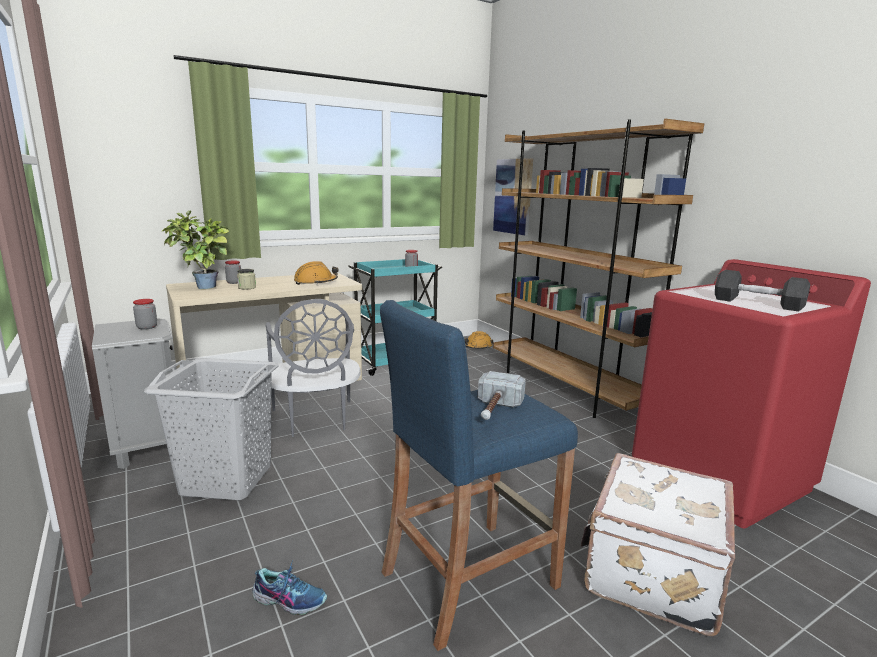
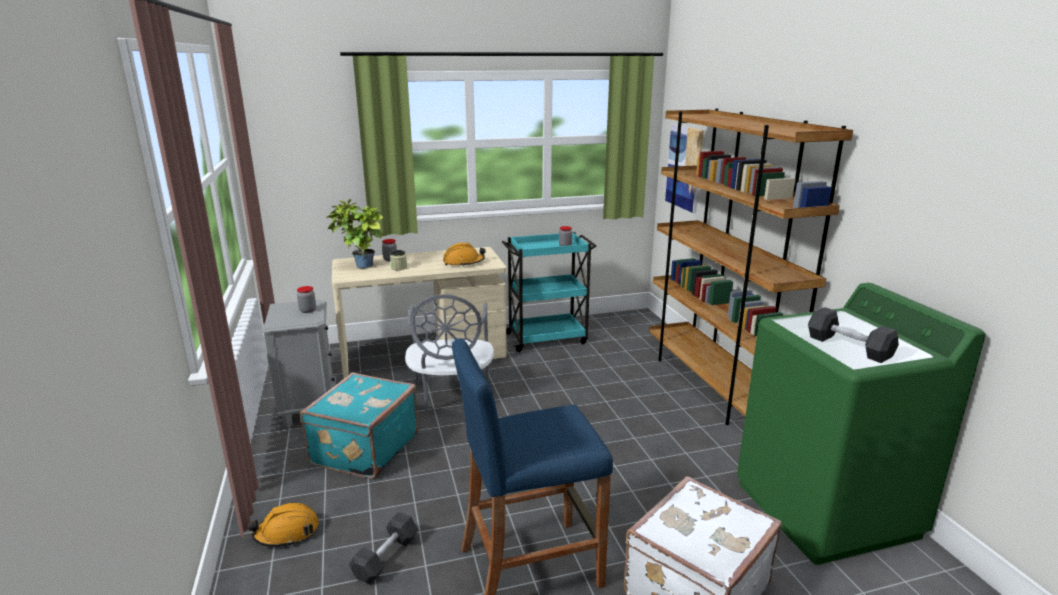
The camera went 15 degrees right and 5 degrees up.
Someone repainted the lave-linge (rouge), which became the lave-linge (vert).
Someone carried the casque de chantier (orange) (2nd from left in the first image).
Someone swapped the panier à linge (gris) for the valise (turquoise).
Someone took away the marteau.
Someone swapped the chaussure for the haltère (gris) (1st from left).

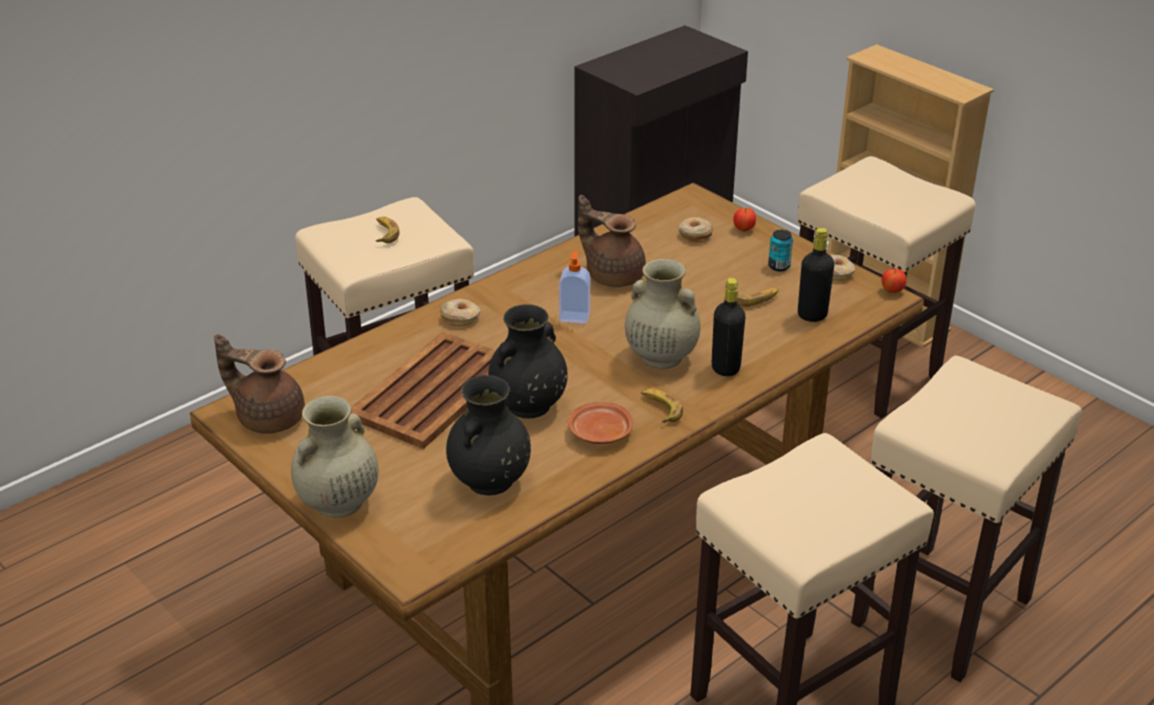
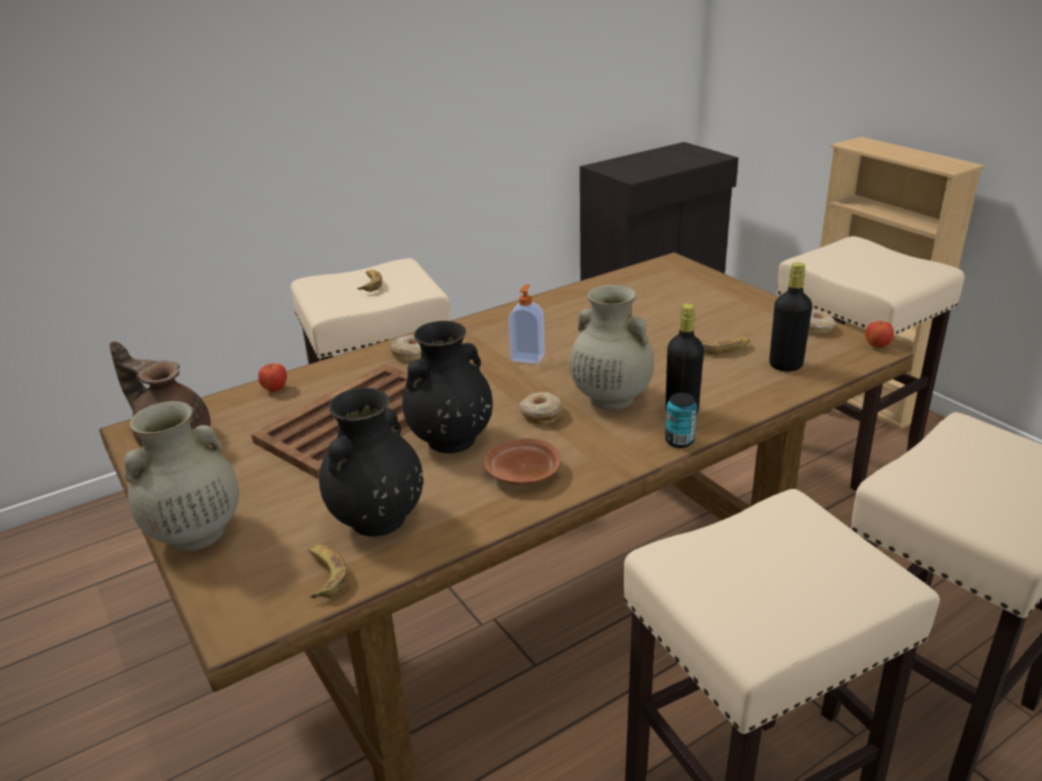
The camera went 10 degrees right and 5 degrees down.
Someone took away the théière (marron) (2nd from left).
Someone carried the pomme (1st from left).
Someone carried the beignet (2nd from left).
Someone carried the boîte métallique.
Someone carried the banane (2nd from left in the first image).

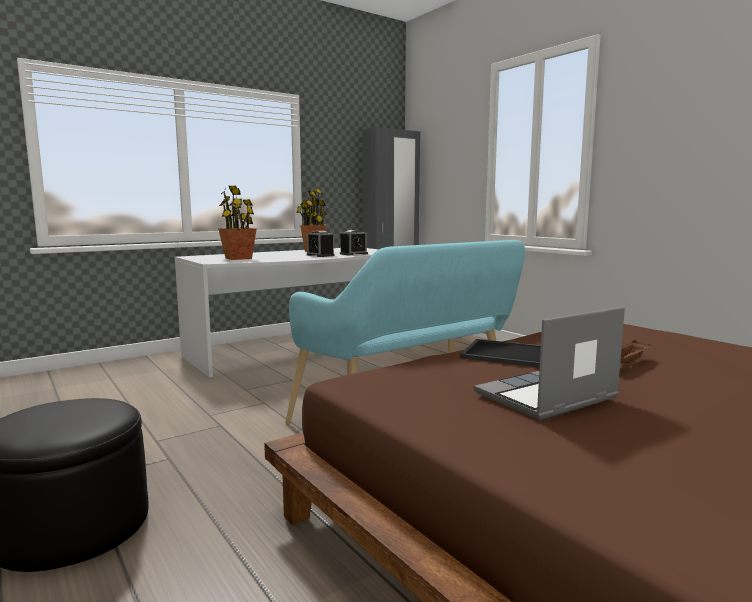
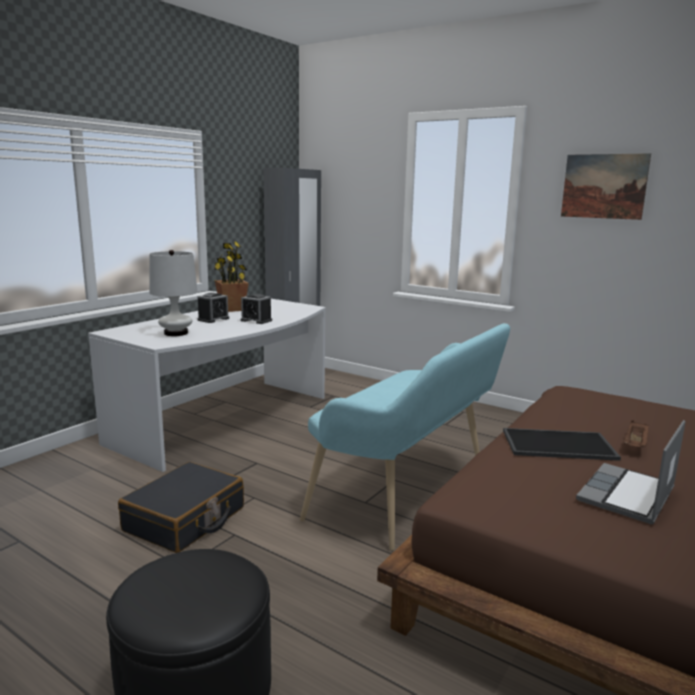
The camera went 20 degrees left and 5 degrees up.
Someone swapped the plante en pot (1st from left) for the lampe de table (blanc).
Someone carried the réveil (2nd from left in the first image).
Someone put up the tableau.
Someone put down the valise (noir).

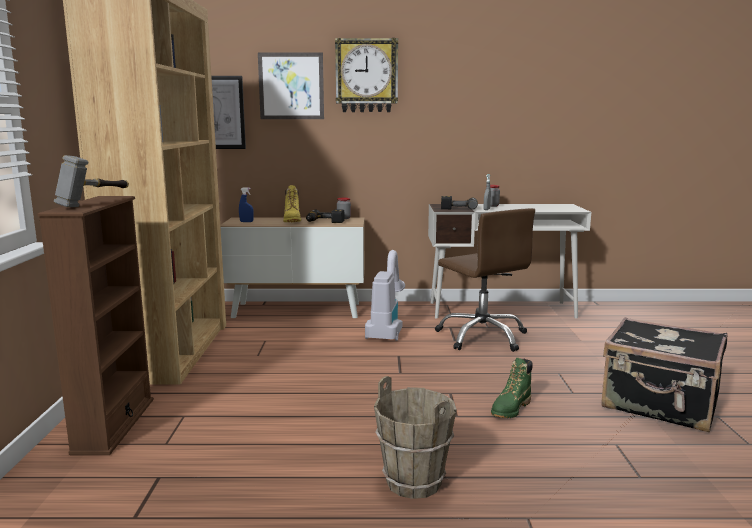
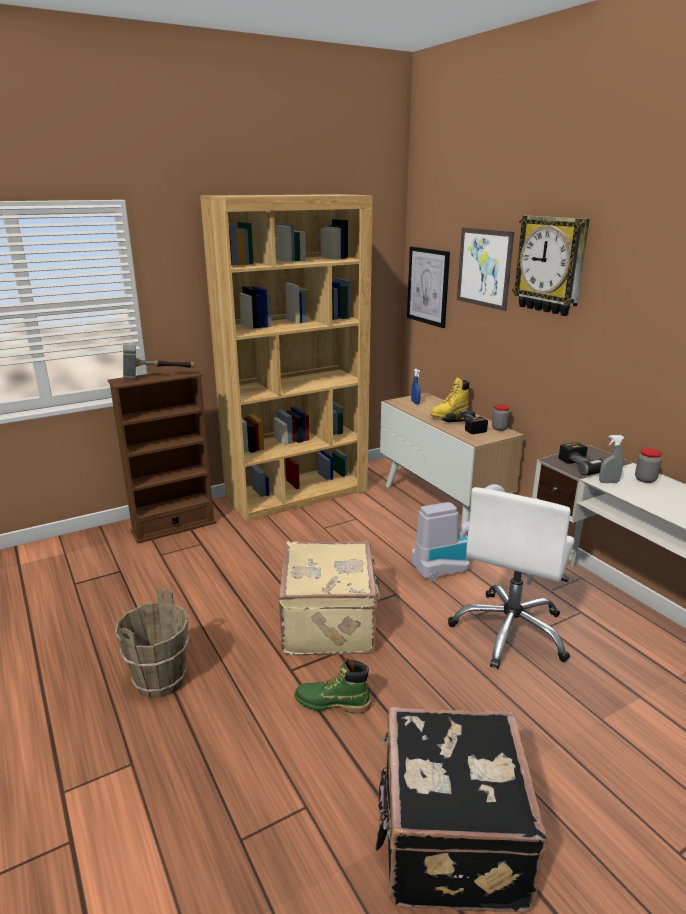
The camera went 60 degrees right and 10 degrees up.
Someone repainted the chaise de bureau (marron), which became the chaise de bureau (blanc).
Someone put down the valise (beige).

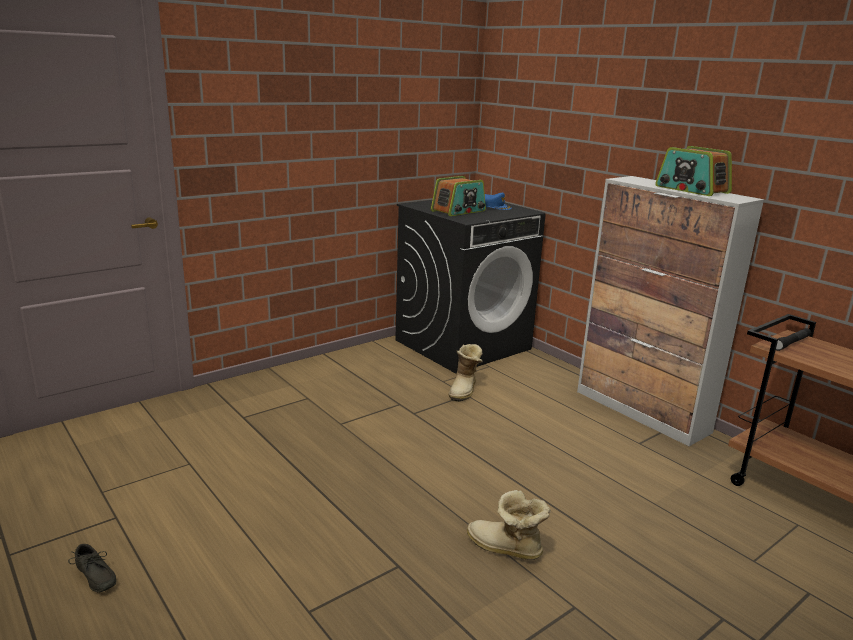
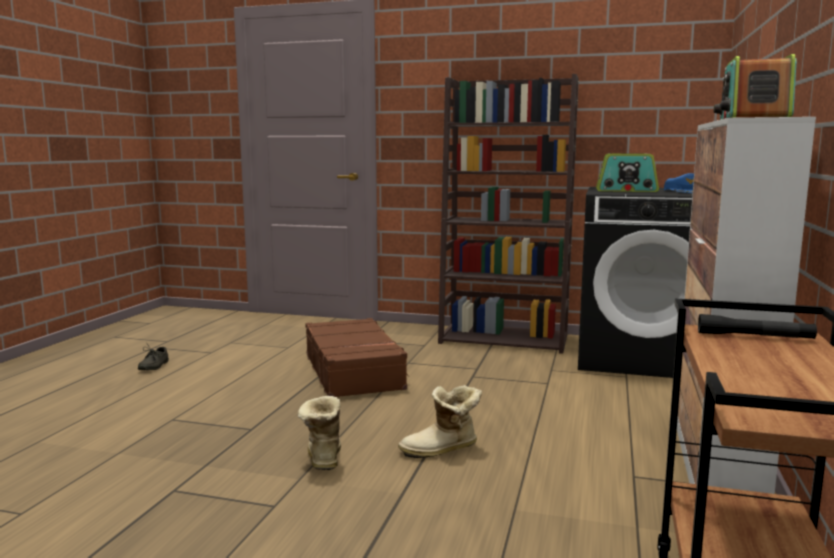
The camera went 55 degrees right and 10 degrees down.
Someone carried the botte (1st from left in the first image).
Someone put down the bibliothèque (marron).
Someone put down the valise (marron).

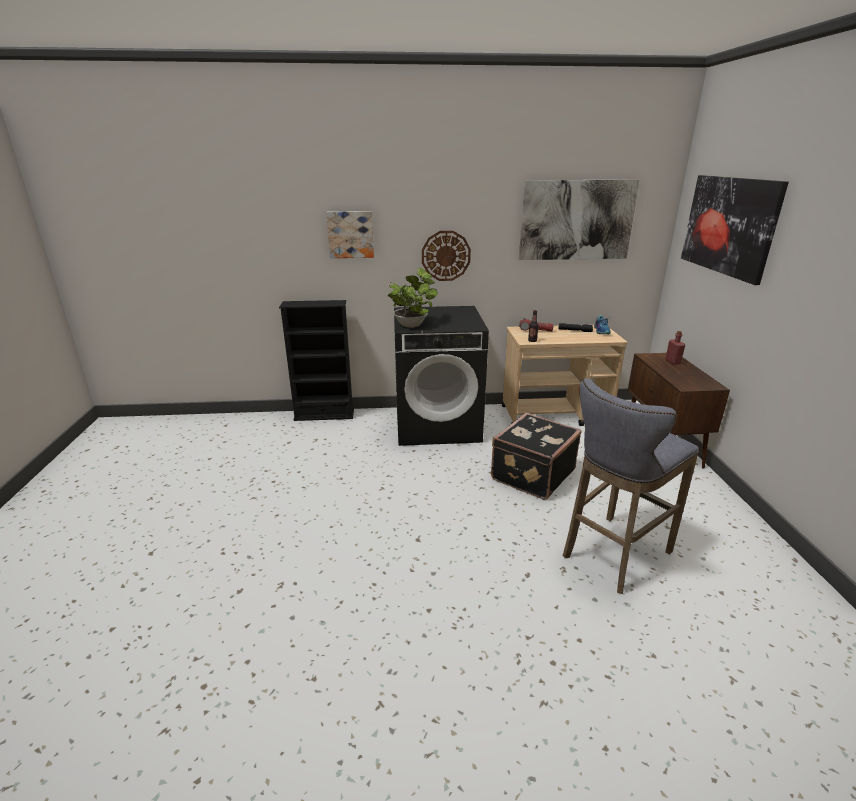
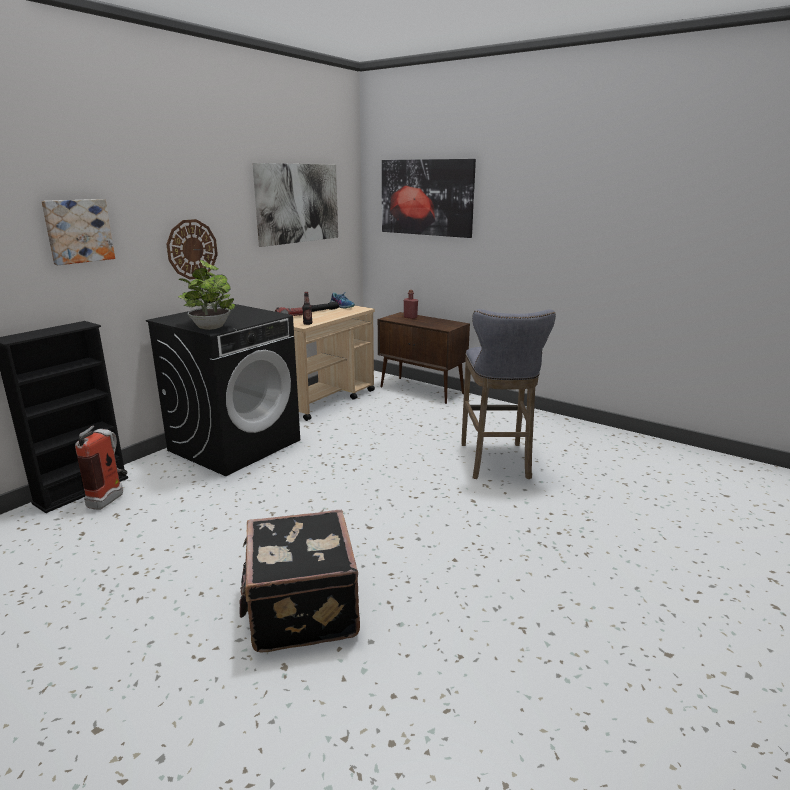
The camera went 50 degrees left and 5 degrees down.
Someone carried the valise (noir).
Someone put down the extincteur.

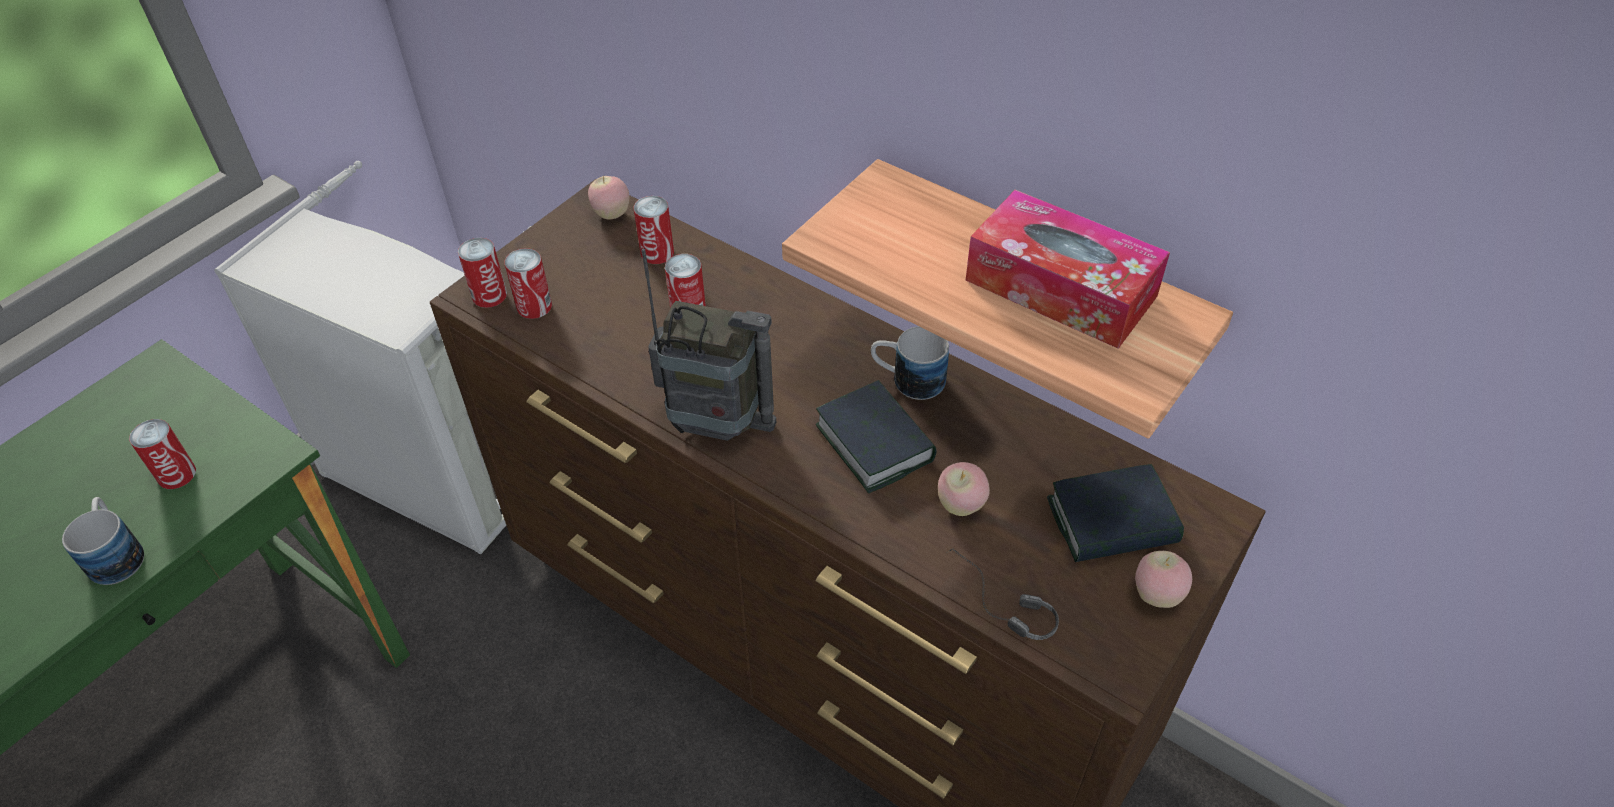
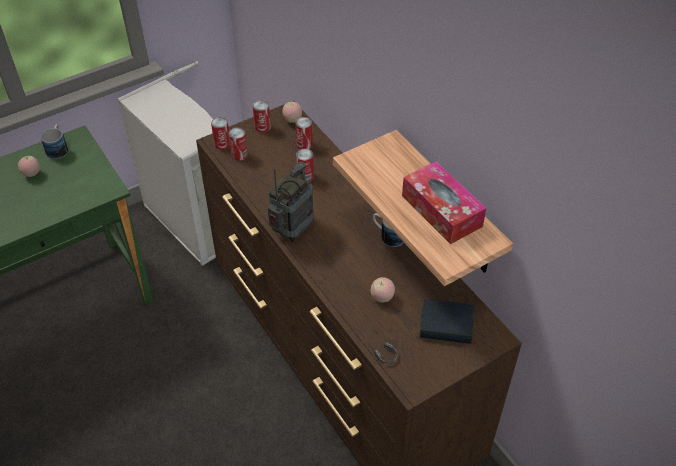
The camera went 20 degrees right and 0 degrees up.
Someone rotated the radio by 90 degrees counterclockwise.
Someone took away the livre (1st from left).
Someone carried the boîte métallique (1st from left in the first image).
Someone carried the mug (1st from left).
Someone carried the pomme (3rd from left in the first image).

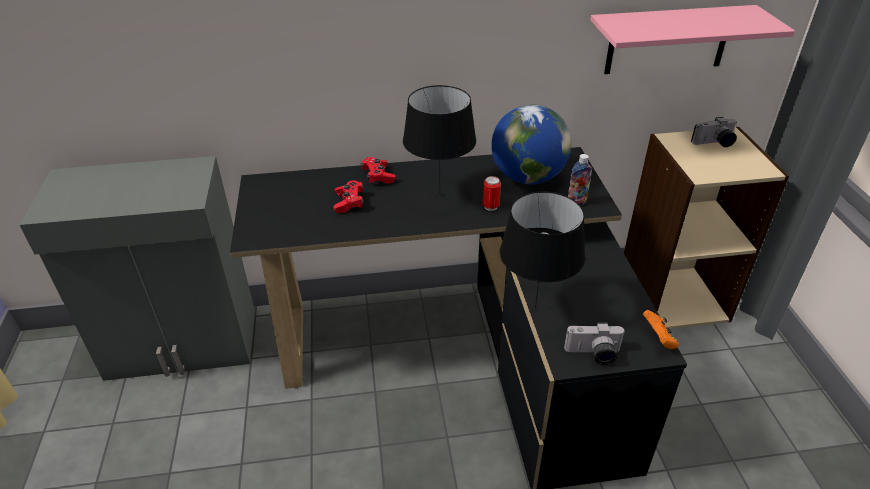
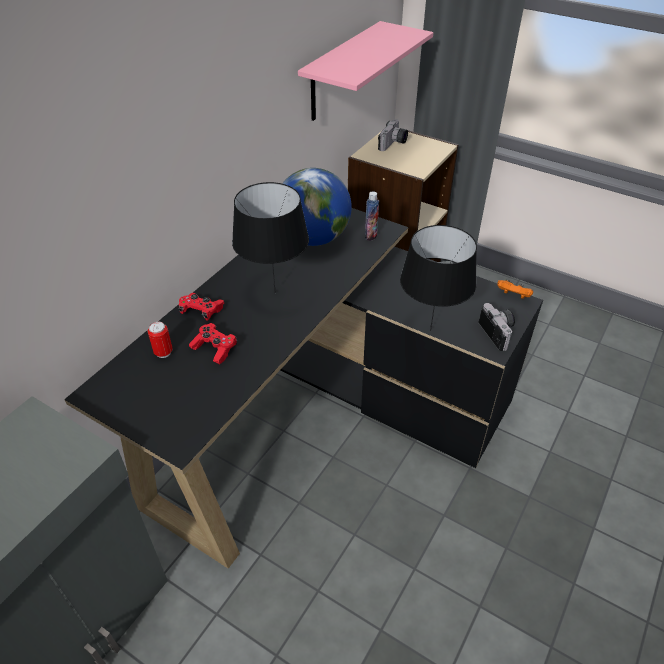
The camera went 50 degrees left and 5 degrees up.
Someone carried the boîte métallique.
Someone rotated the appareil photo (1st from left in the first image) by 60 degrees counterclockwise.

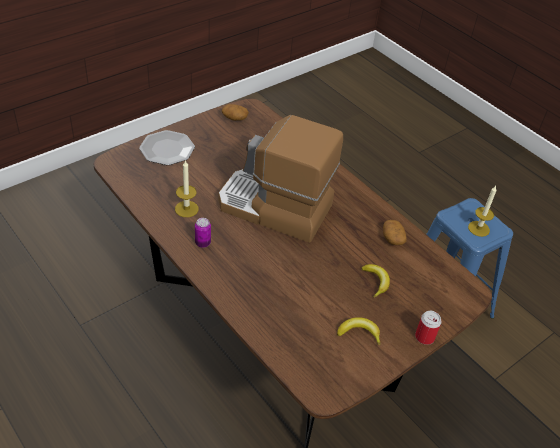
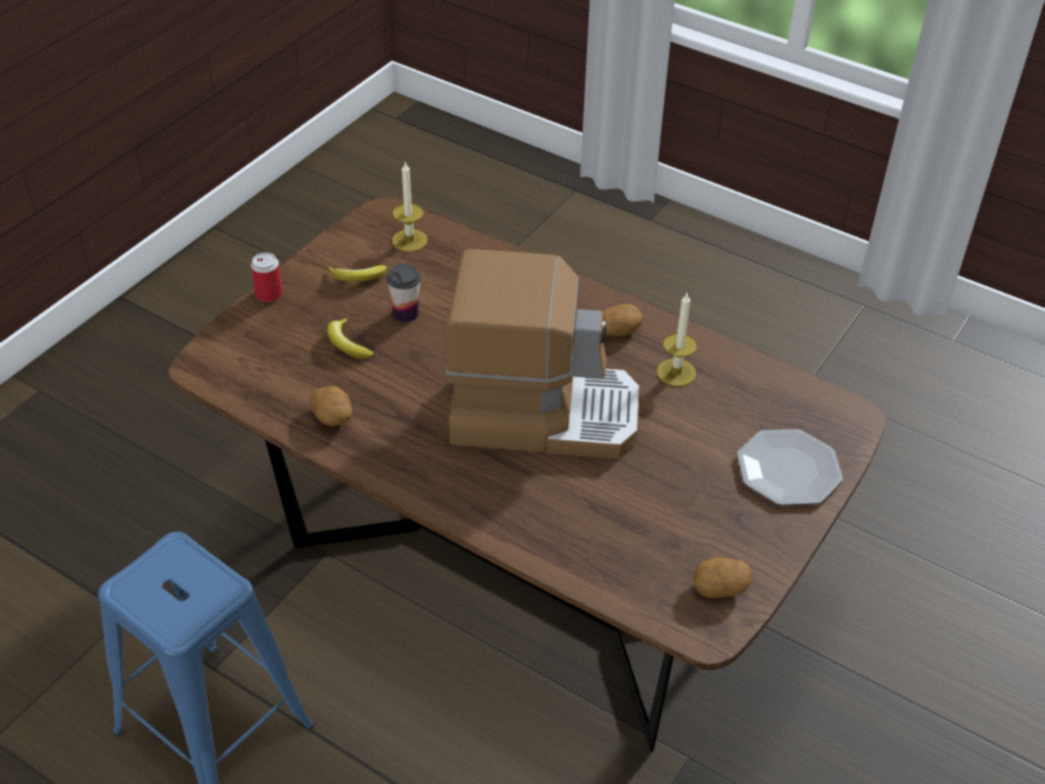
The camera went 165 degrees right and 0 degrees up.
Someone carried the bougie (2nd from left in the first image).
Someone swapped the boîte métallique (1st from left) for the pomme de terre (2nd from left).
Someone put down the tasse.

